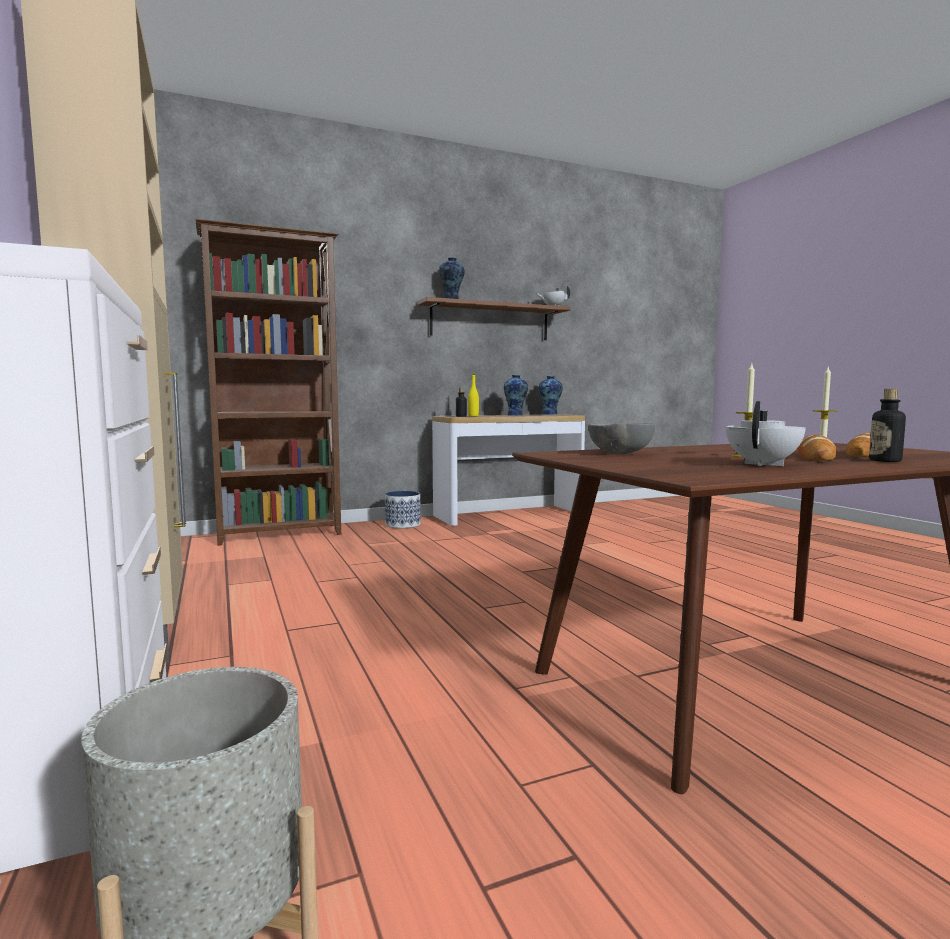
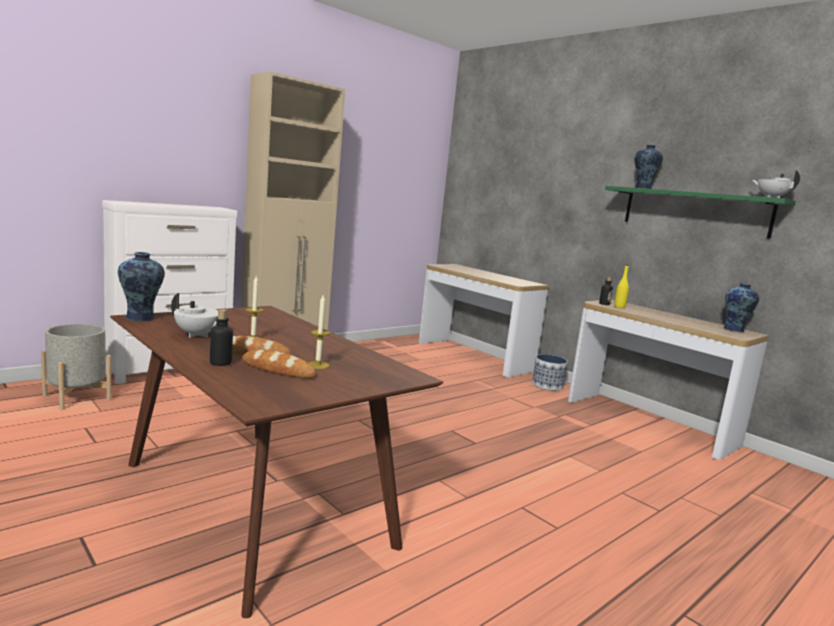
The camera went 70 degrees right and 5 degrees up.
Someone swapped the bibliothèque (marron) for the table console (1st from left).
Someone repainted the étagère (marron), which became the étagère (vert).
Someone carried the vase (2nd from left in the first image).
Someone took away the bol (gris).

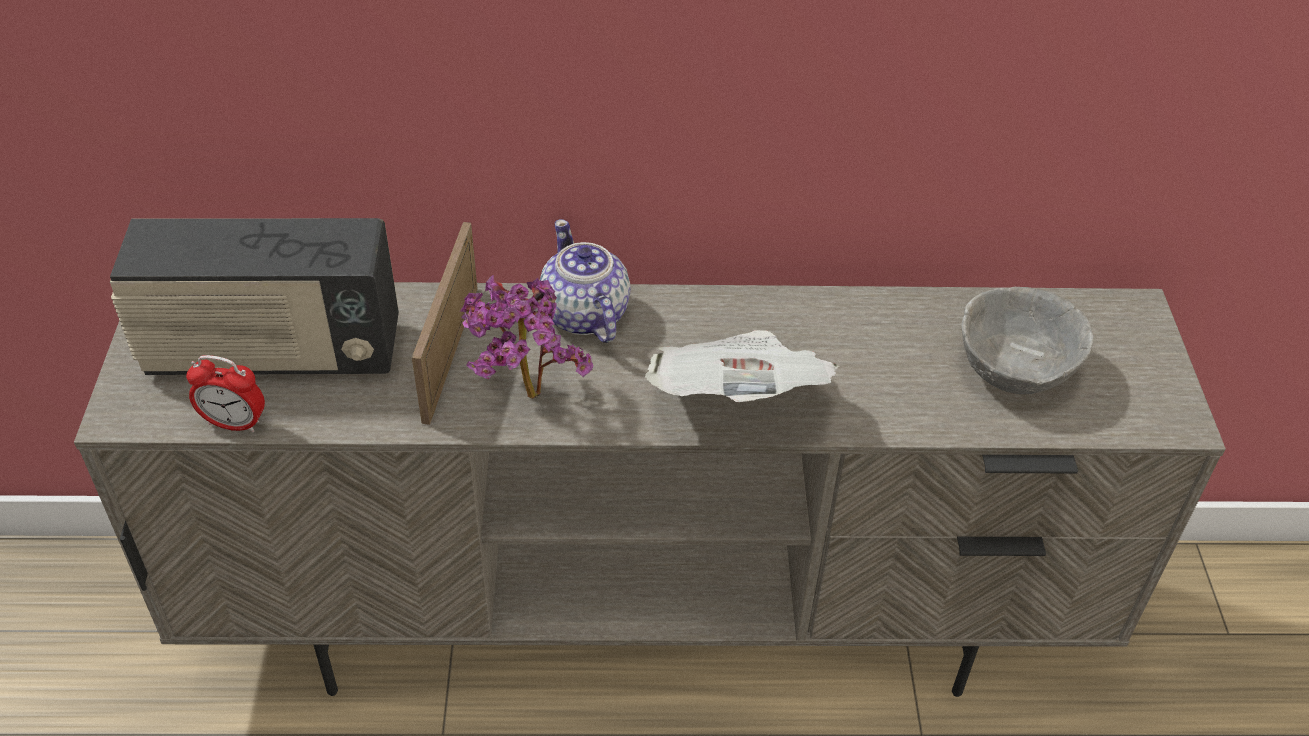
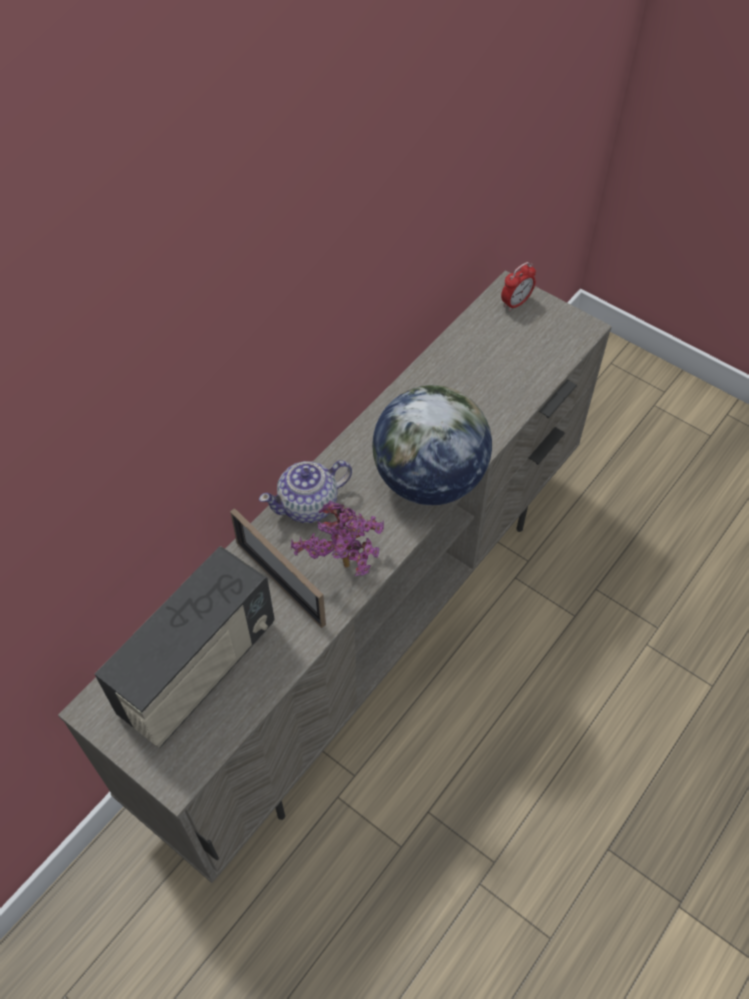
The camera went 50 degrees left and 10 degrees up.
Someone rotated the théière by 45 degrees counterclockwise.
Someone took away the bol (gris).
Someone swapped the journal for the globe.
Someone carried the réveil.

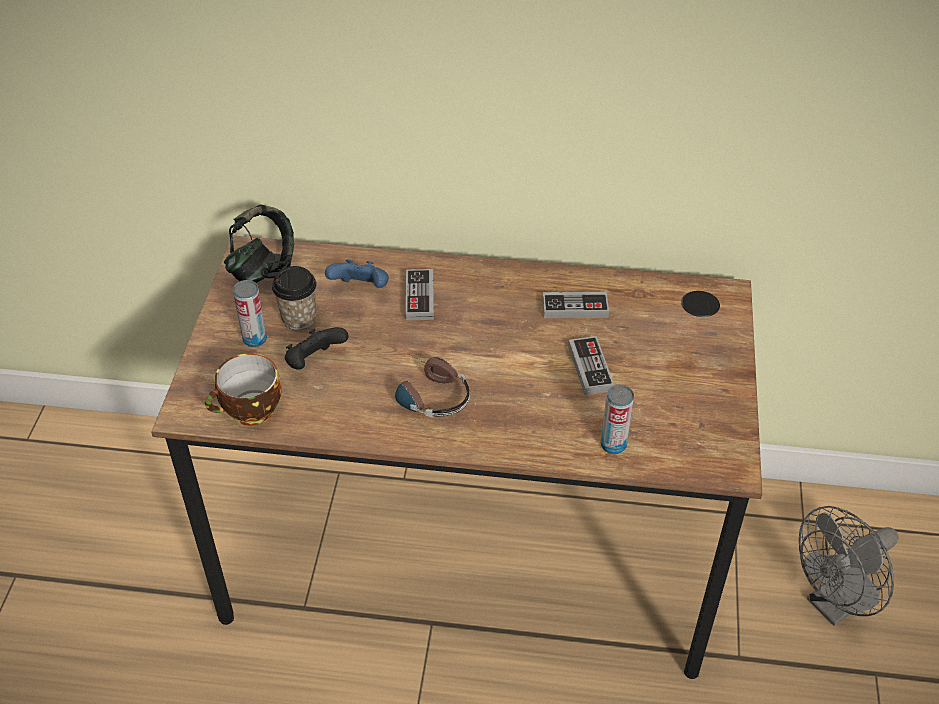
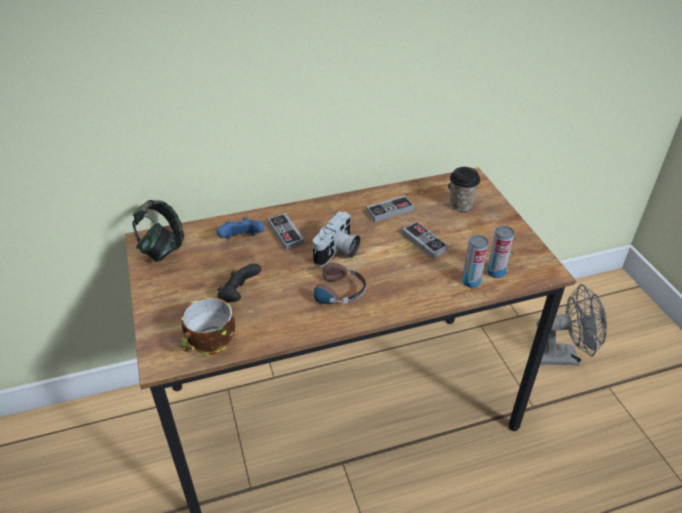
The camera went 25 degrees left and 5 degrees down.
Someone carried the tasse (2nd from left).
Someone carried the boîte métallique (1st from left in the first image).
Someone rotated the ventilateur (gris) by 120 degrees counterclockwise.
Someone put down the appareil photo.

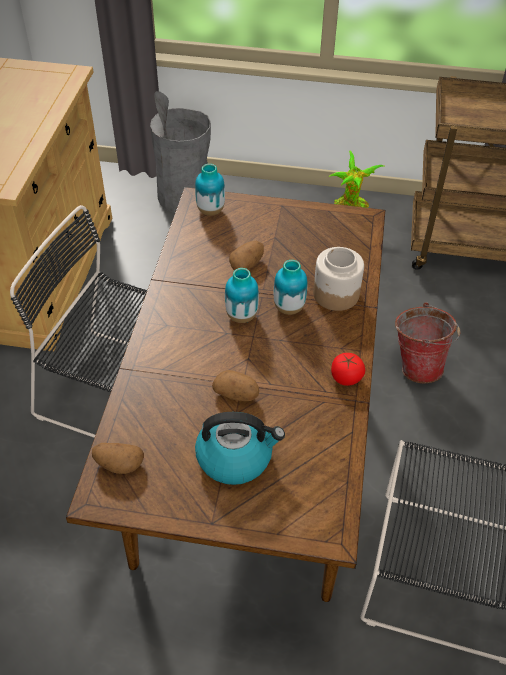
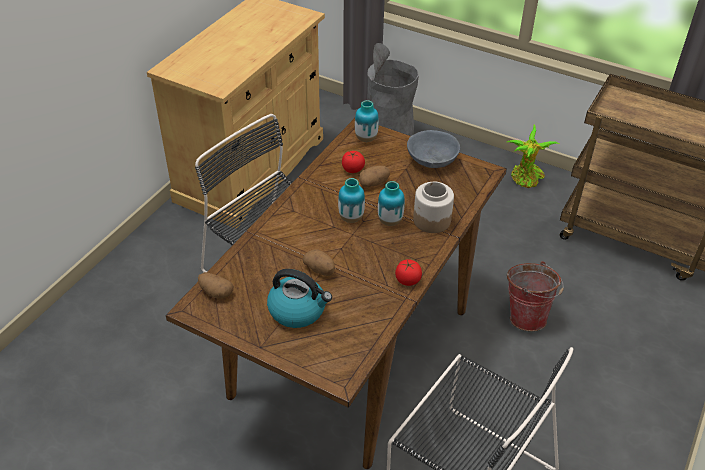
The camera went 20 degrees right and 5 degrees down.
Someone put down the bol (gris).
Someone put down the tomate (1st from left).

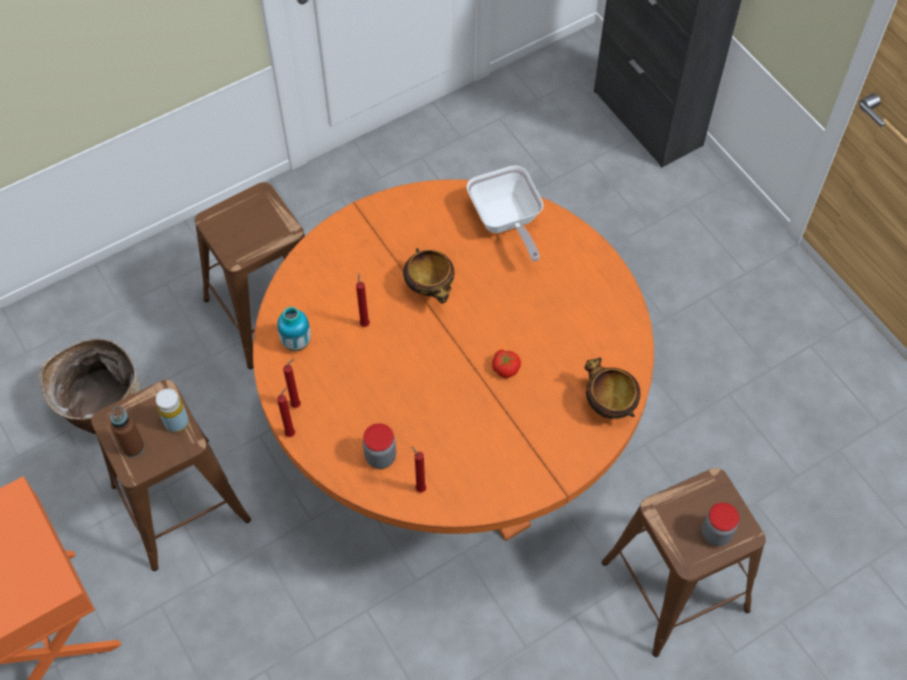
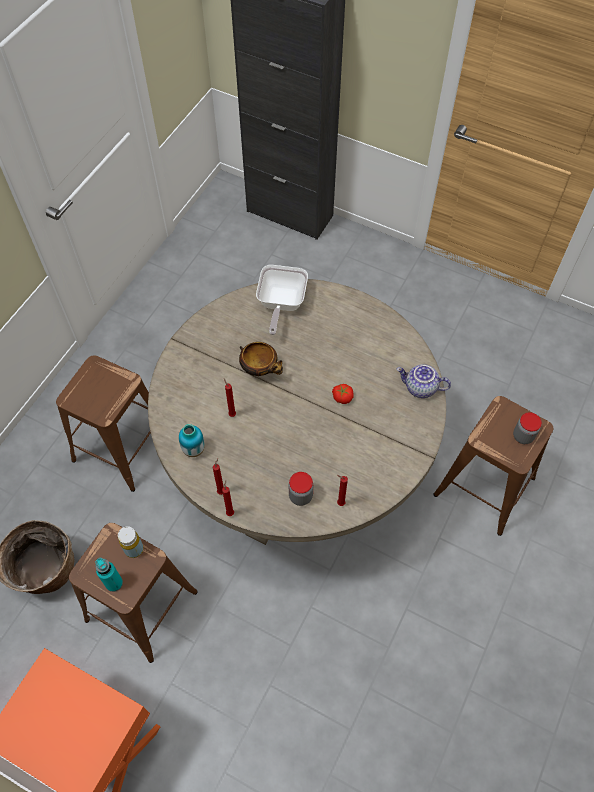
The camera went 30 degrees left and 0 degrees up.
Someone rotated the poêle by 60 degrees clockwise.
Someone repainted the table à manger (orange), which became the table à manger (beige).
Someone swapped the bol (2nd from left) for the théière.
Someone repainted the bouteille (marron), which became the bouteille (turquoise).

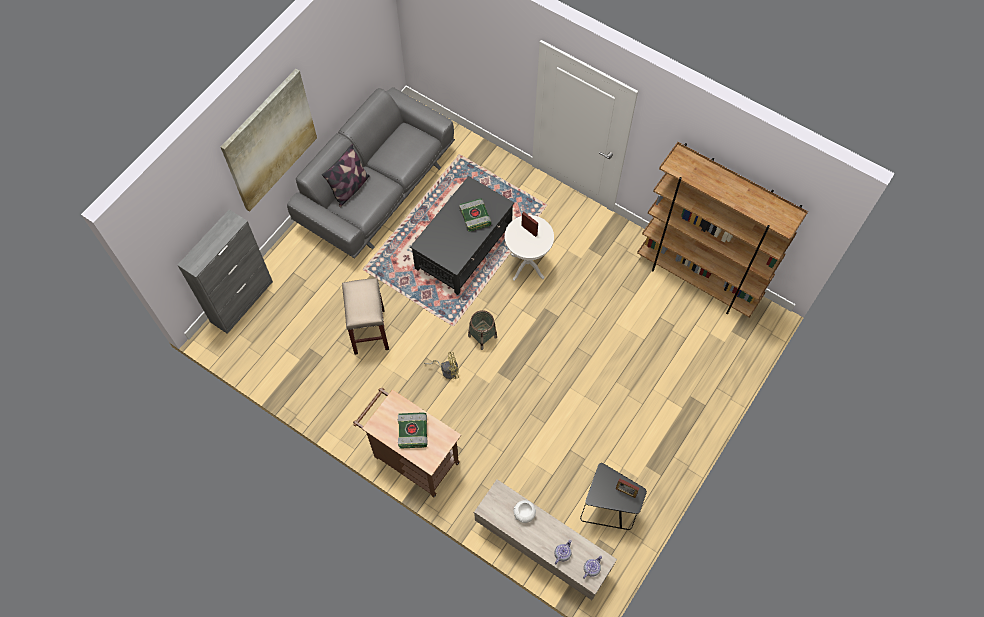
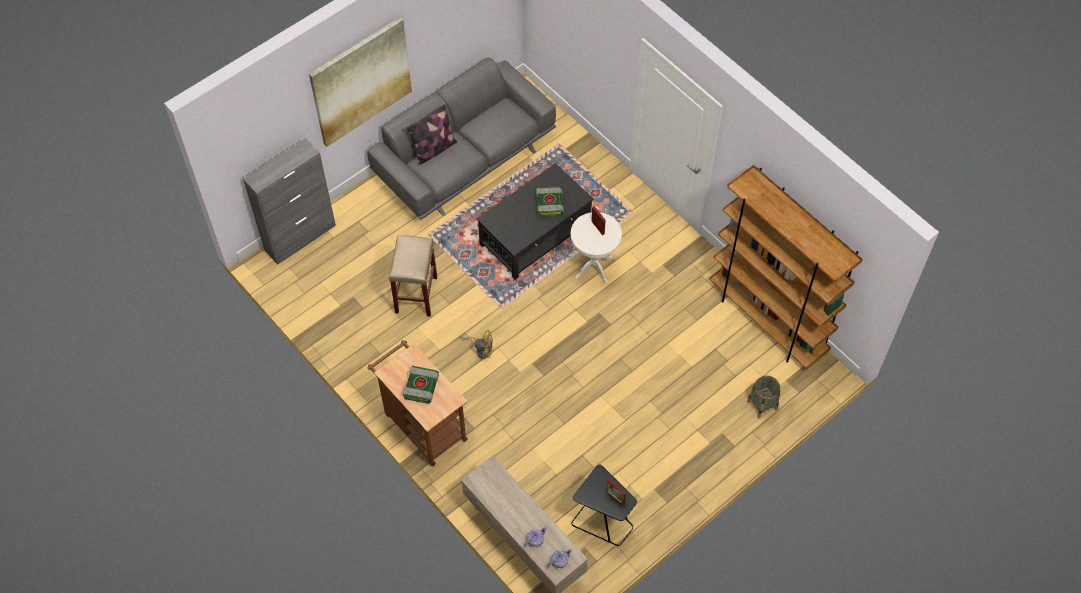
The camera went 15 degrees right and 5 degrees down.
Someone carried the panier.
Someone took away the bol (blanc).

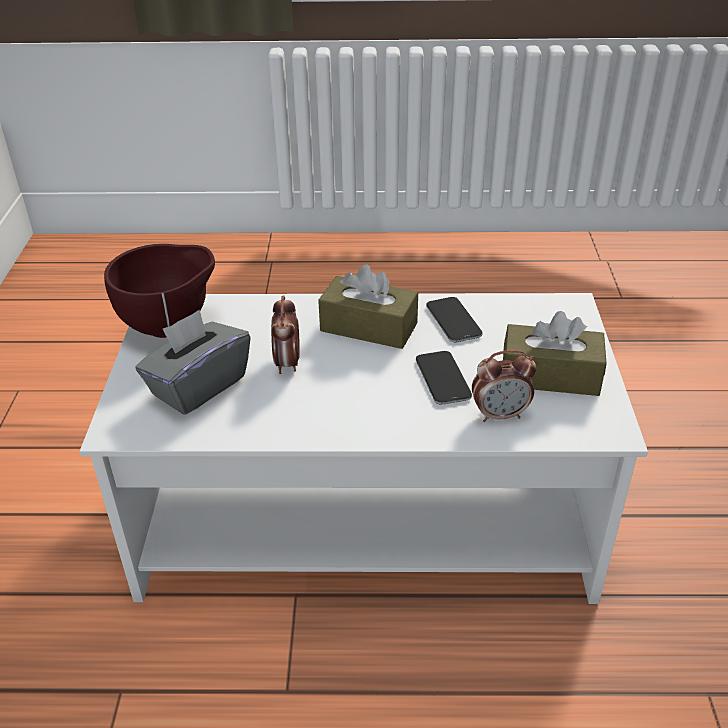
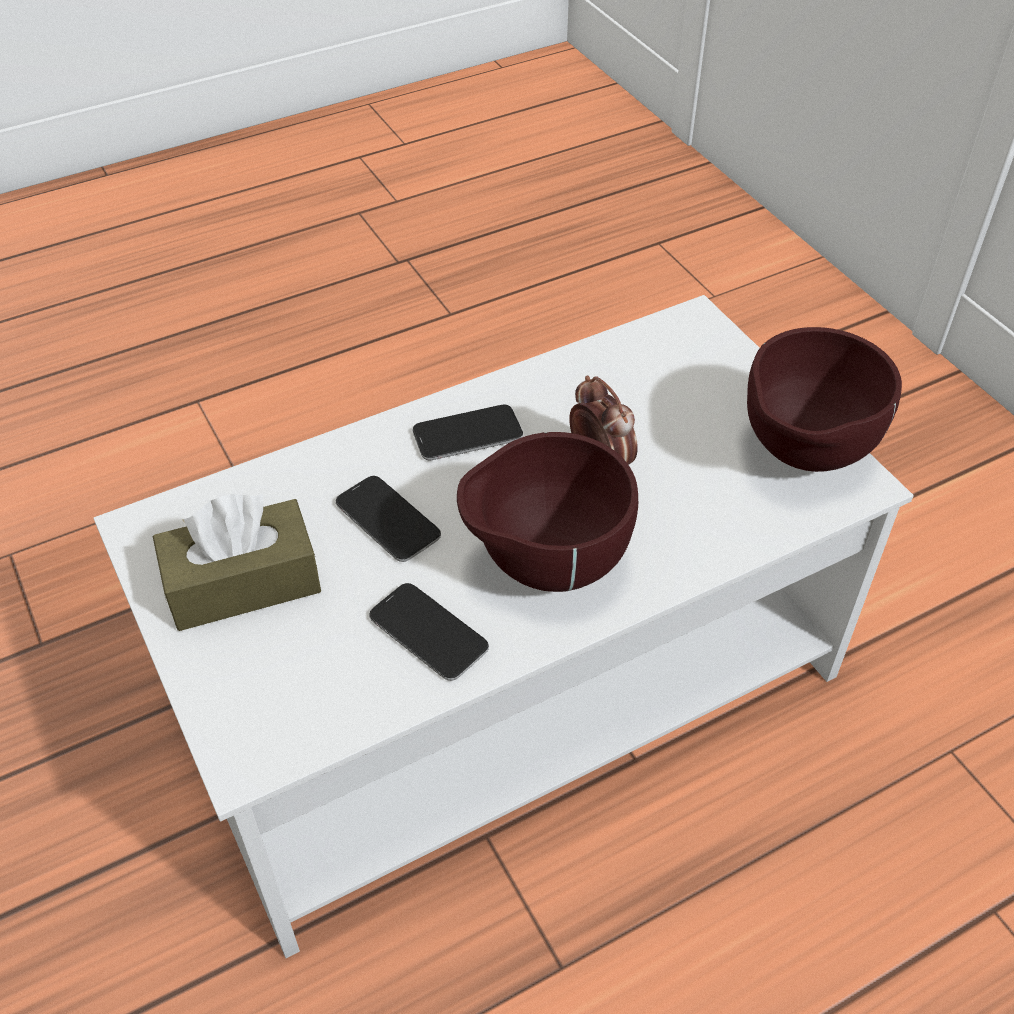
The camera went 150 degrees right and 10 degrees up.
Someone swapped the boîte à mouchoirs (marron) (1st from left) for the bol (marron) (1st from left).
Someone took away the boîte à mouchoirs (gris).
Someone took away the réveil (2nd from left).
Someone put down the téléphone (3rd from left).

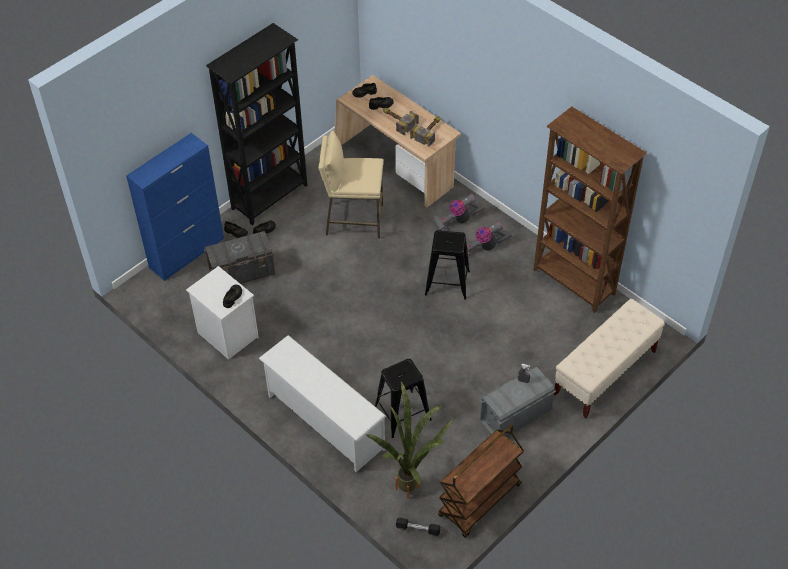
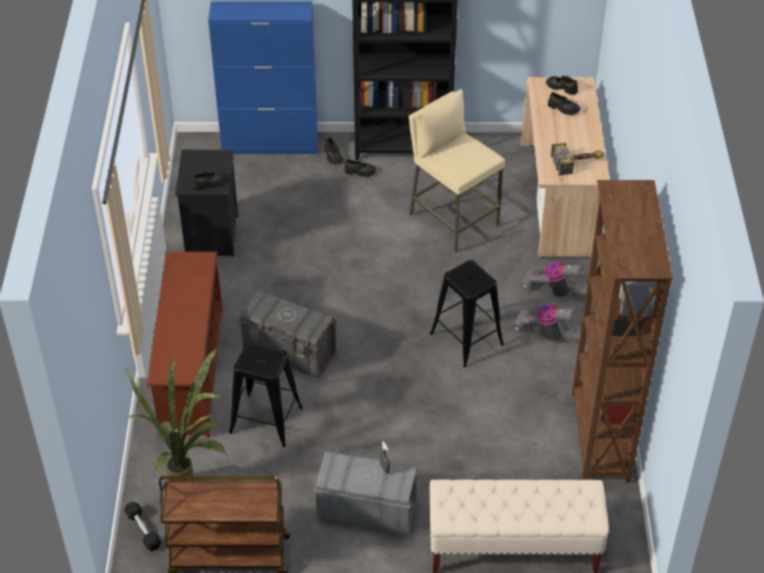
The camera went 45 degrees right and 5 degrees down.
Someone took away the marteau (1st from left).
Someone carried the boîte de rangement (gris) (1st from left).
Someone repainted the table de chevet (blanc), which became the table de chevet (noir).
Someone repainted the étagère à chaussures (blanc), which became the étagère à chaussures (marron).

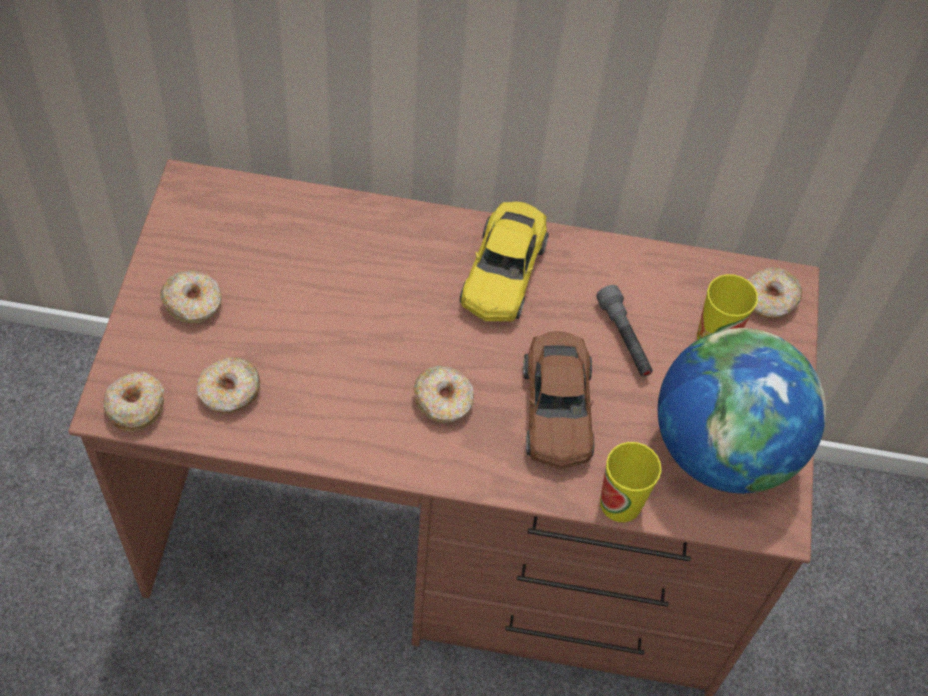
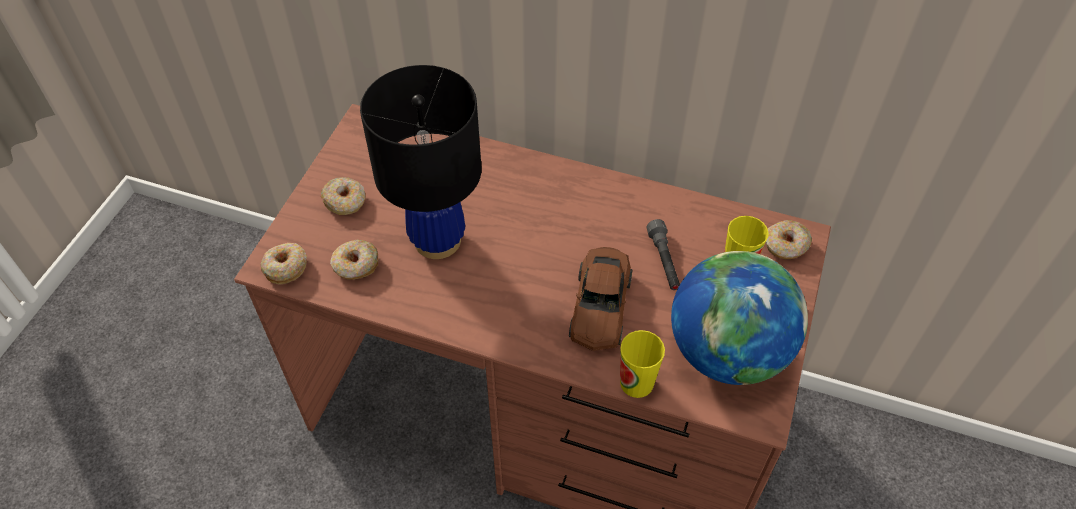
The camera went 15 degrees right and 5 degrees down.
Someone took away the petite voiture (jaune).
Someone took away the beignet (4th from left).
Someone put down the lampe de table (noir).

